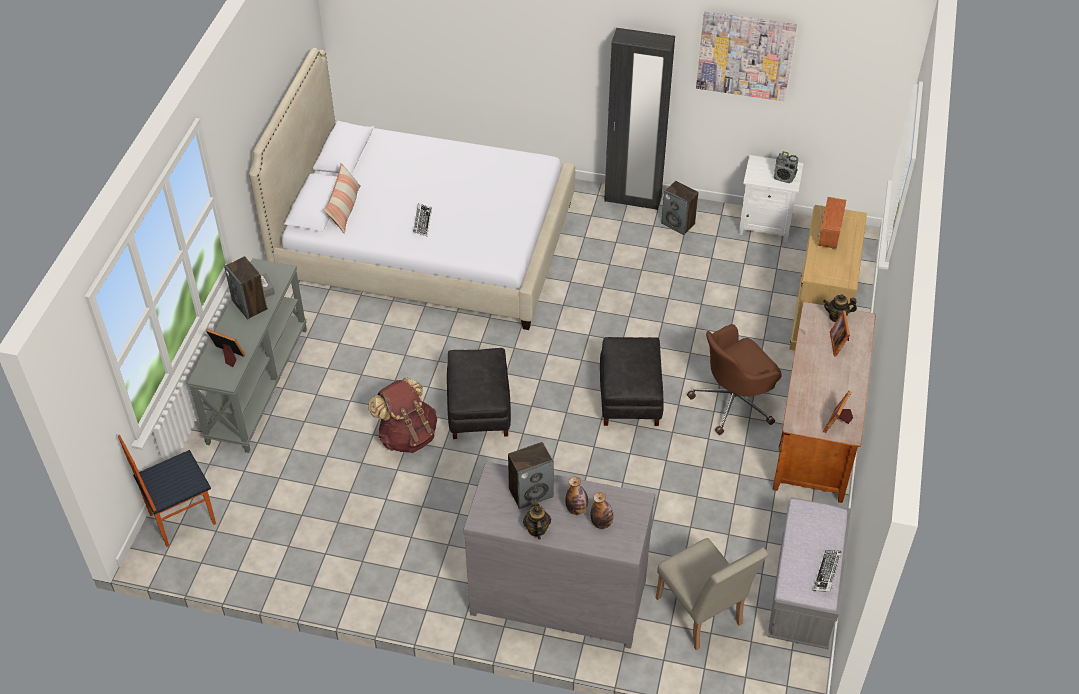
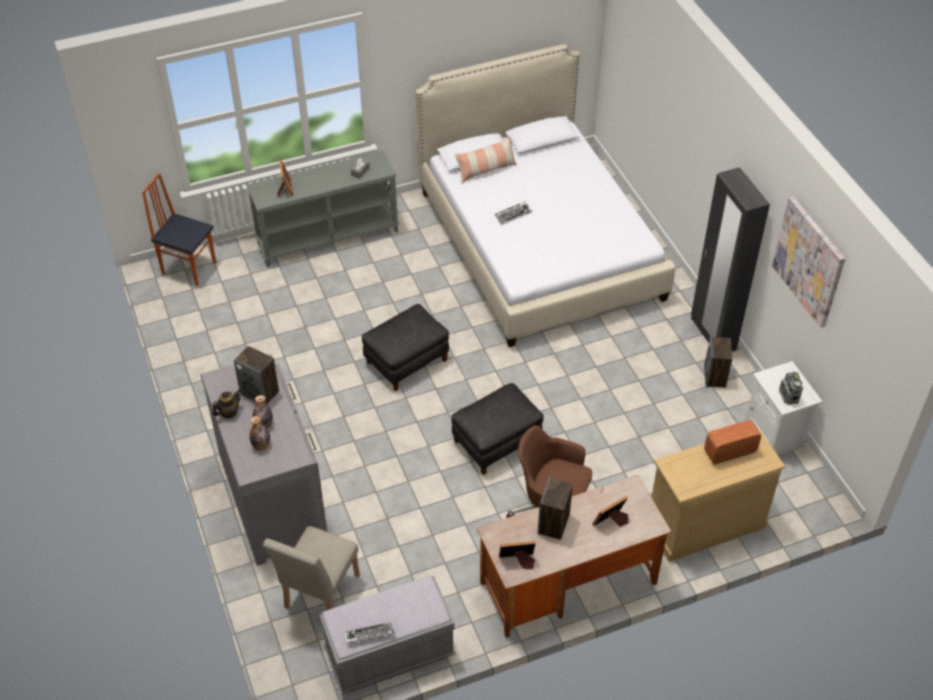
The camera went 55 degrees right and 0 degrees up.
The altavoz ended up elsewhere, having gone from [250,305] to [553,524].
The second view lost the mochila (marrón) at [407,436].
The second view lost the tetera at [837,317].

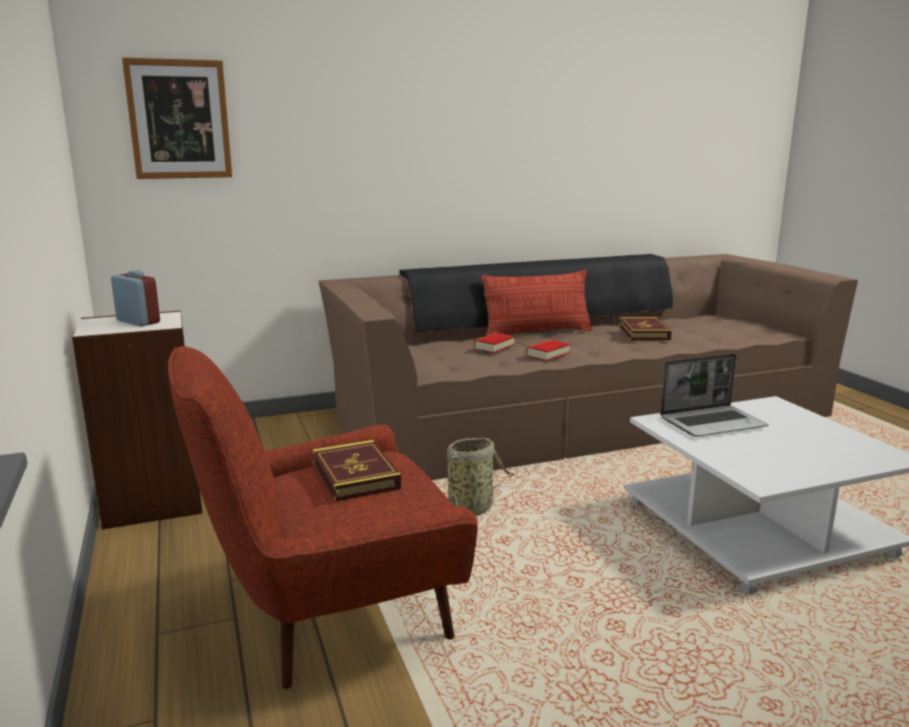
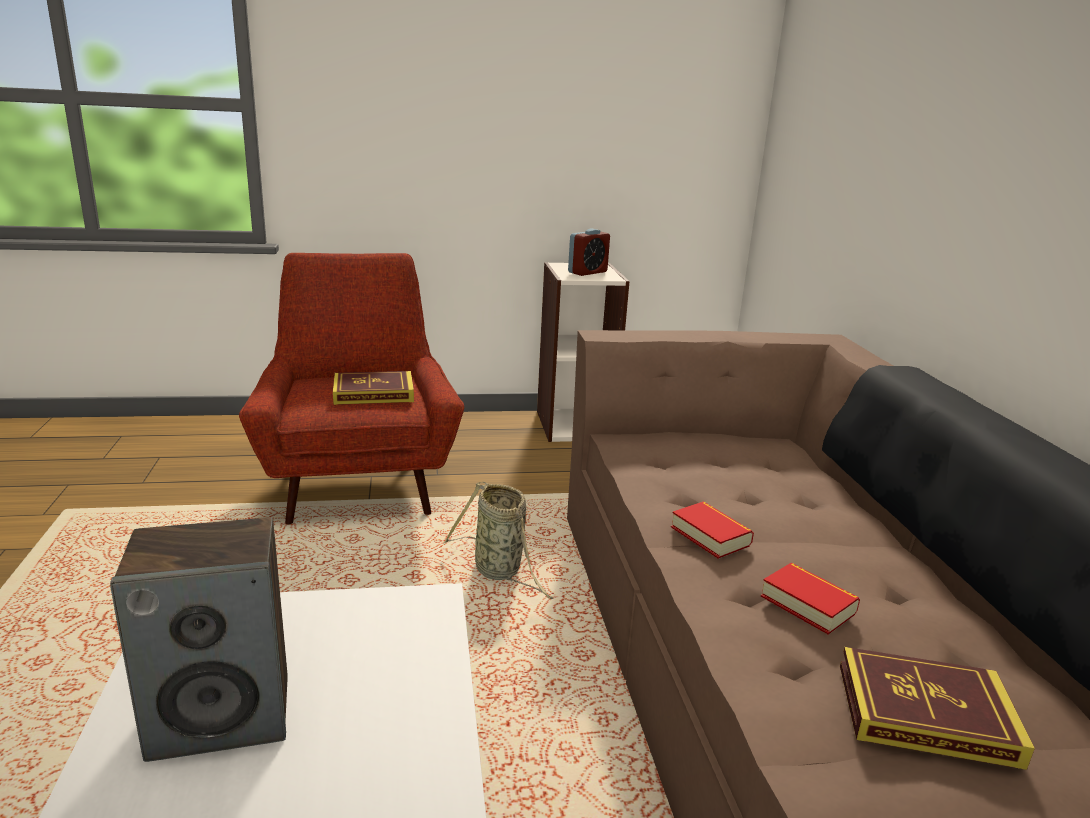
The camera went 100 degrees right and 5 degrees up.
The second view gained the altavoz at [222,716].
The libro ended up elsewhere, having gone from [494,347] to [808,604].
The second view lost the cuadro at [179,119].
The second view lost the cojín at [537,332].
The second view lost the portátil at [713,423].

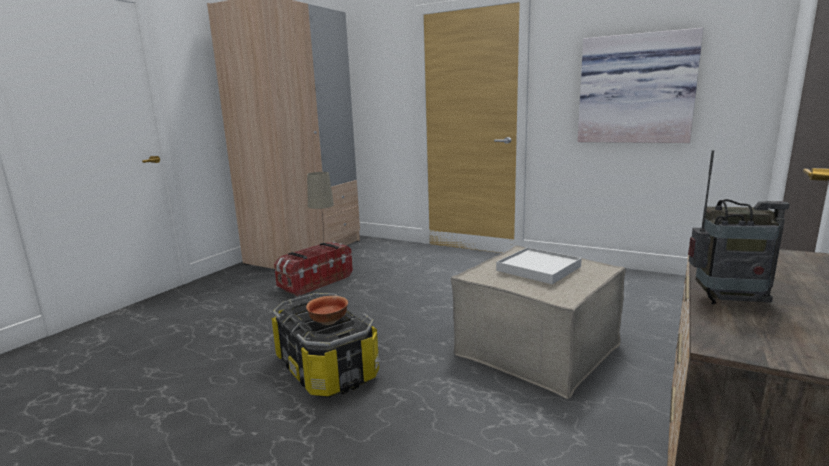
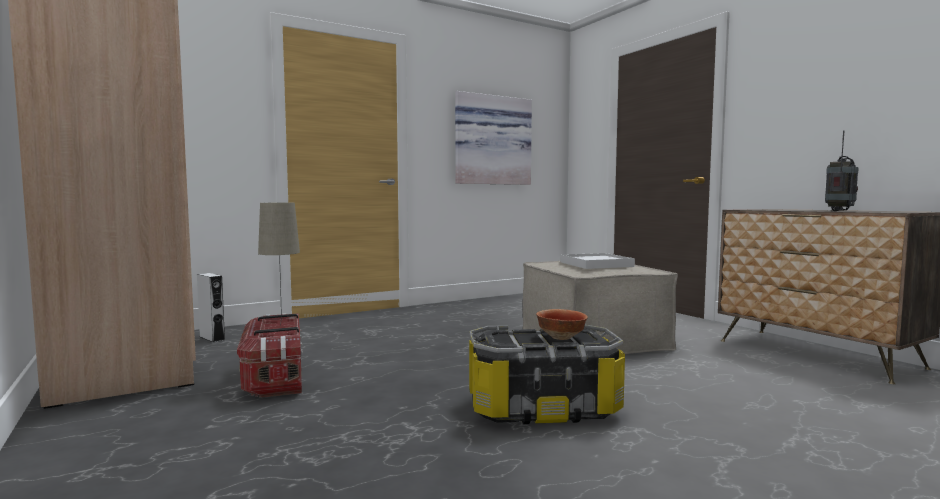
The camera went 60 degrees left and 10 degrees down.
The second view gained the altavoz (gris) at [212,338].

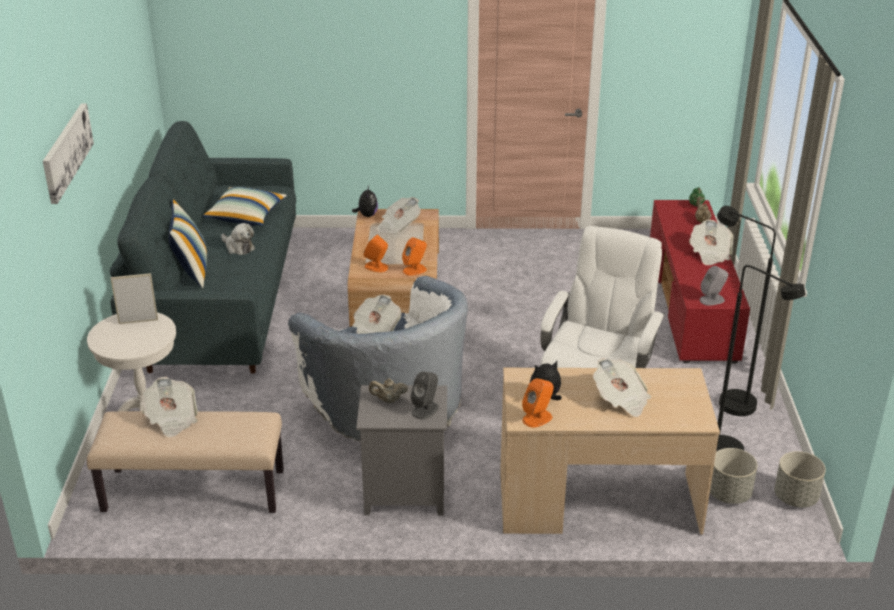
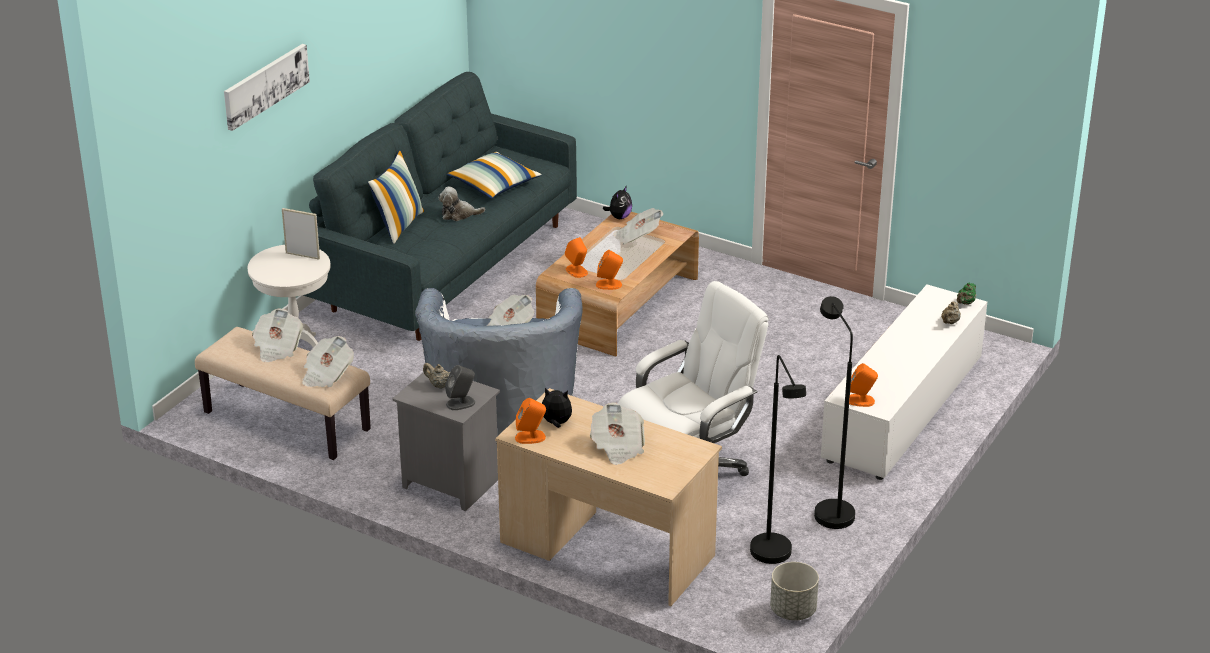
The camera went 30 degrees right and 0 degrees up.
The periódico ended up elsewhere, having gone from [710,254] to [326,375].
The peluche at [238,247] ended up facing another way, 105 degrees clockwise from before.
What was the mueble de televisión (rojo) at [692,304] turned into the mueble de televisión (blanco) at [903,410].
What was the altavoz (gris) at [712,300] turned into the altavoz (naranja) at [860,400].
The second view lost the maceta (gris) at [729,494].

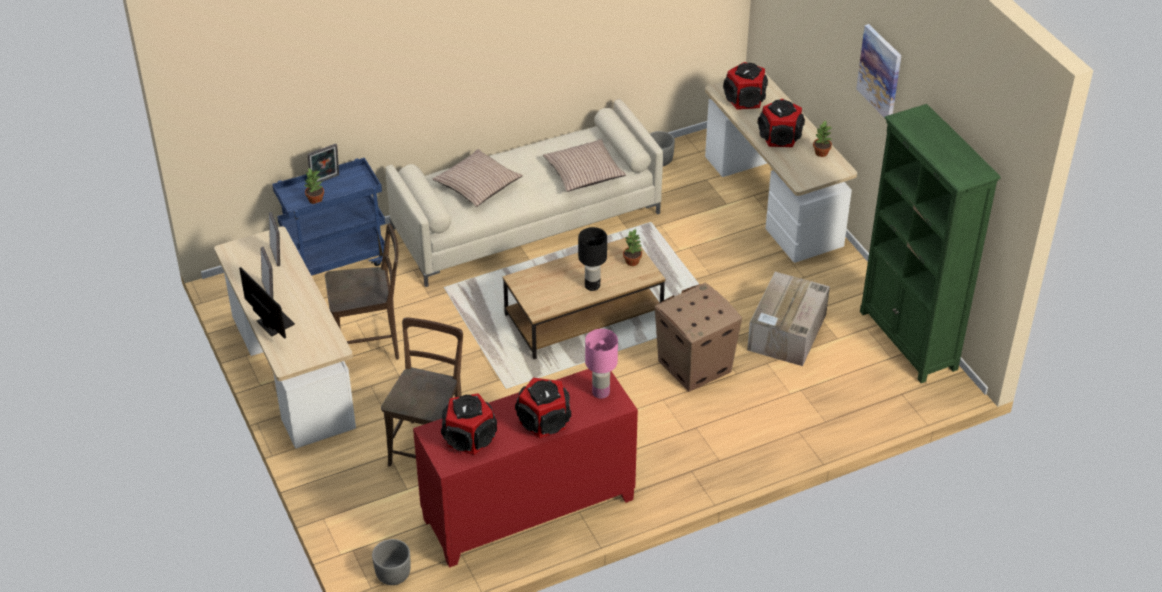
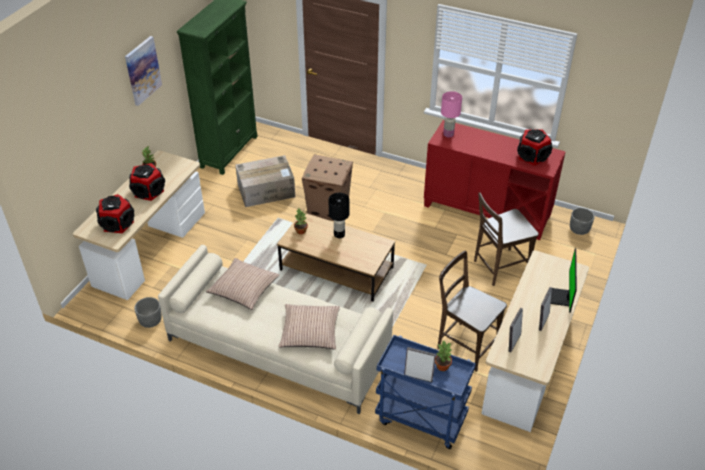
The camera went 130 degrees left and 0 degrees up.
The second view lost the altavoz at [544,420].

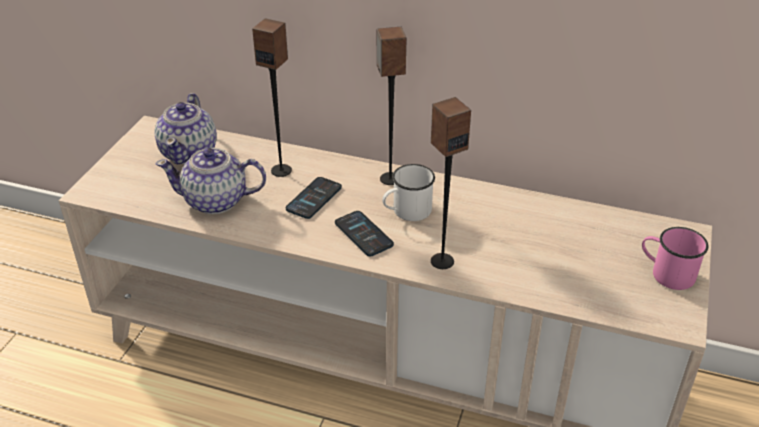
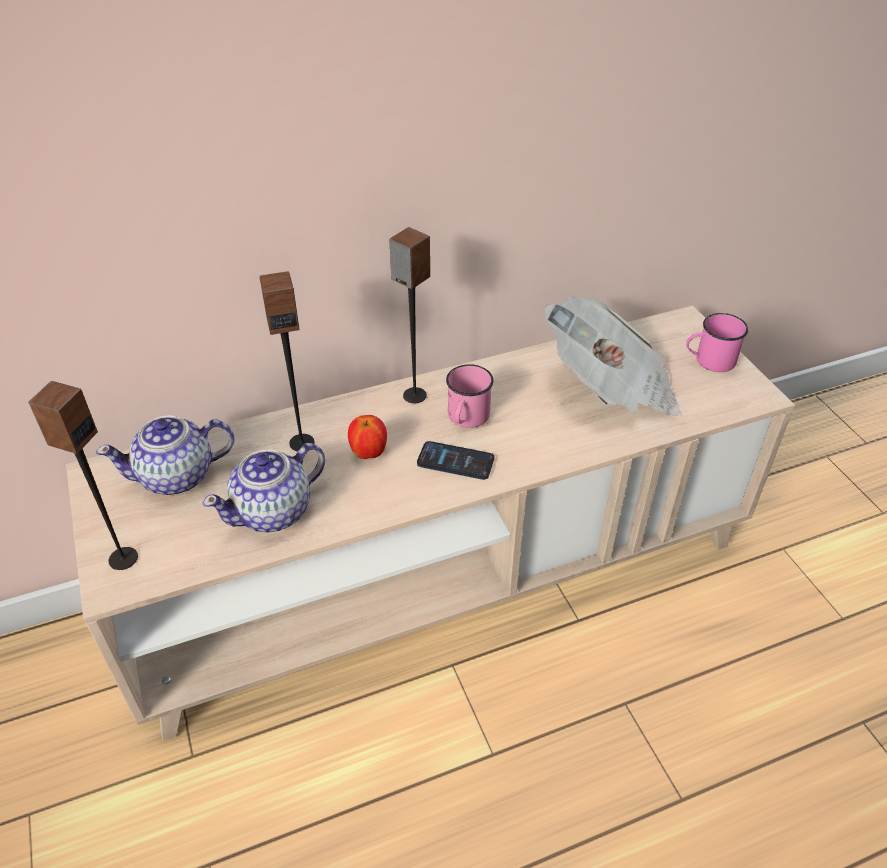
The camera went 40 degrees left and 5 degrees up.
The altavoz ended up elsewhere, having gone from [442,261] to [122,558].
The tetera at [190,152] ended up facing another way, 105 degrees clockwise from before.
Where the móvil stood at [314,198], the manzana came to stand at [368,453].
What was the taza grande (blanco) at [406,212] turned into the taza grande (rosa) at [466,419].
The second view gained the periódico at [610,387].

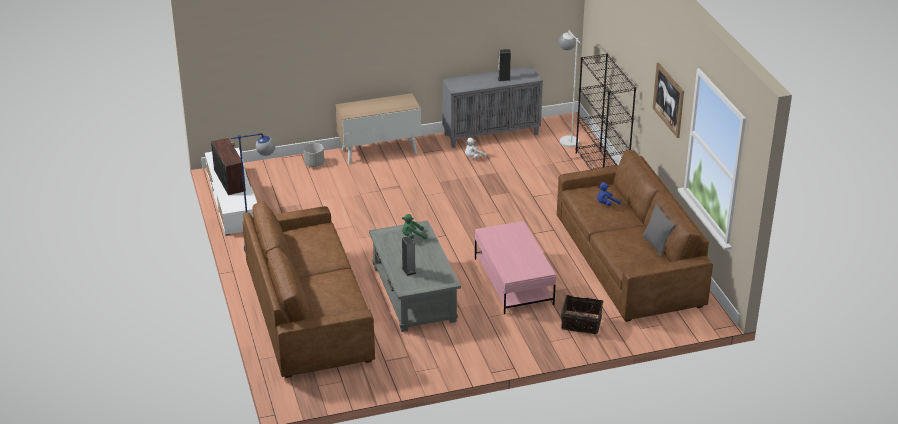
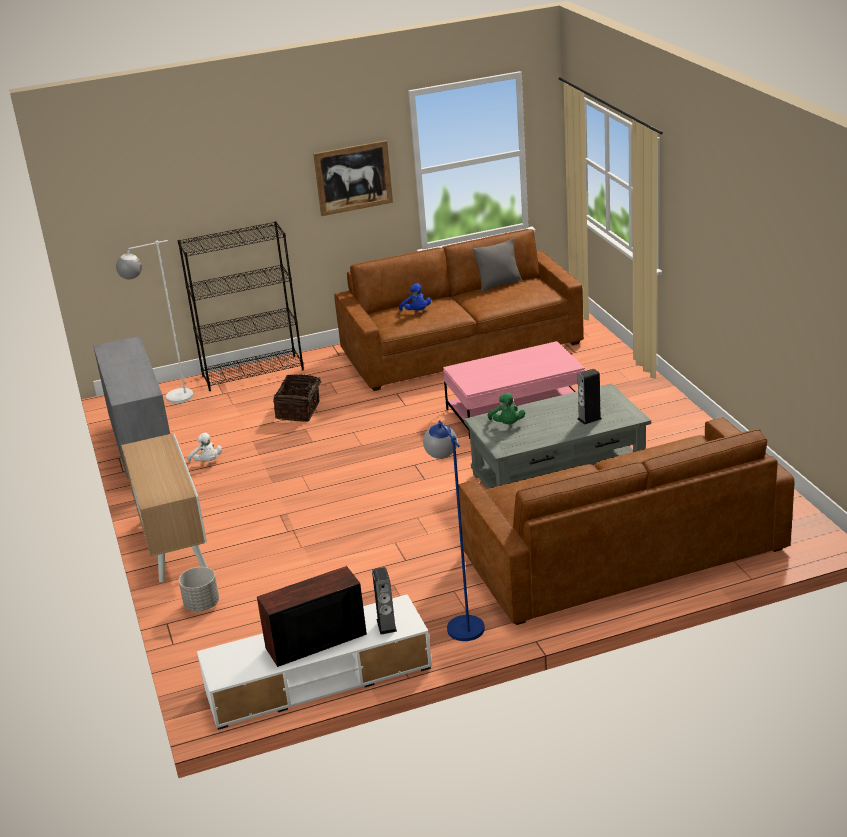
The camera went 90 degrees left and 5 degrees down.
The cesta ended up elsewhere, having gone from [581,324] to [300,410].
The altavoz ended up elsewhere, having gone from [504,79] to [386,625].

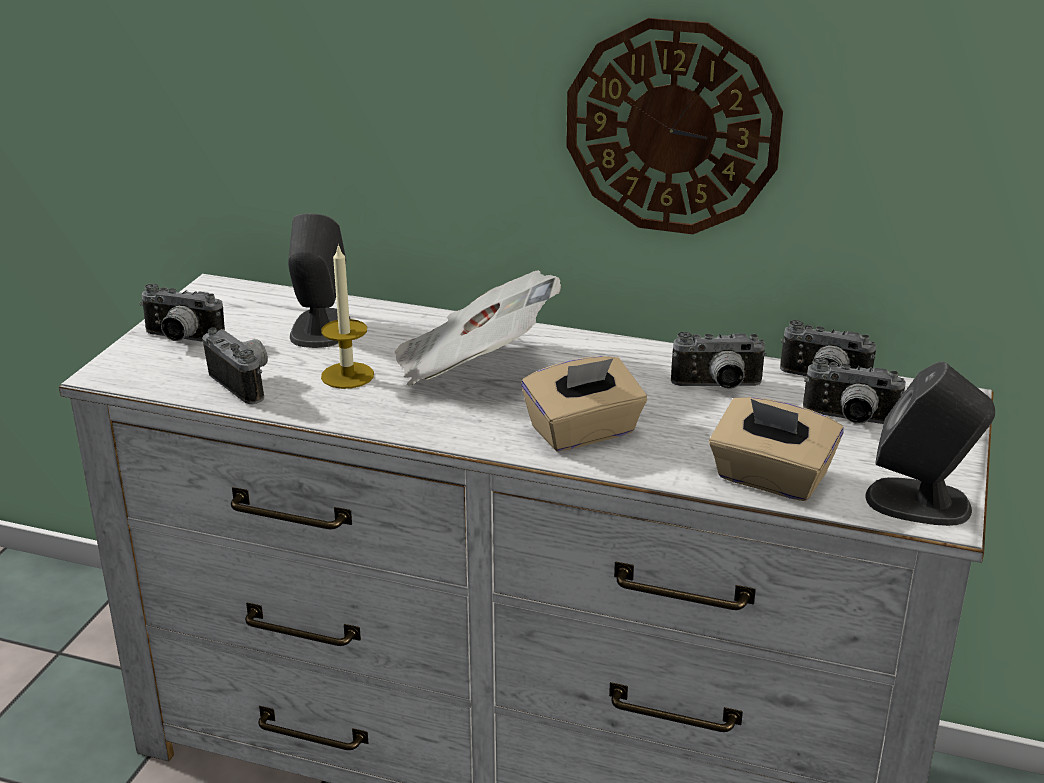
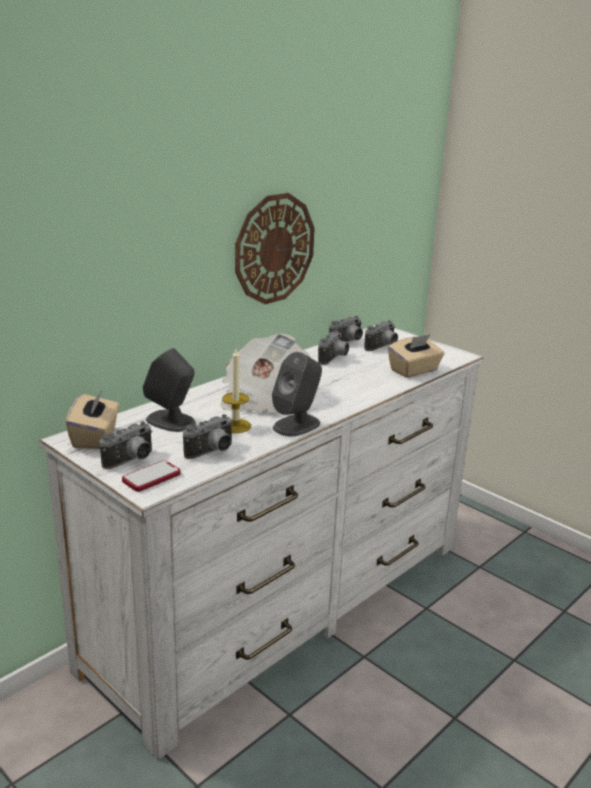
The camera went 65 degrees left and 5 degrees down.
The caja de pañuelos (beis) ended up elsewhere, having gone from [583,432] to [95,437].
The second view gained the móvil at [151,477].
The cámara at [245,383] ended up facing another way, 150 degrees clockwise from before.
The altavoz (gris) ended up elsewhere, having gone from [920,503] to [297,425].

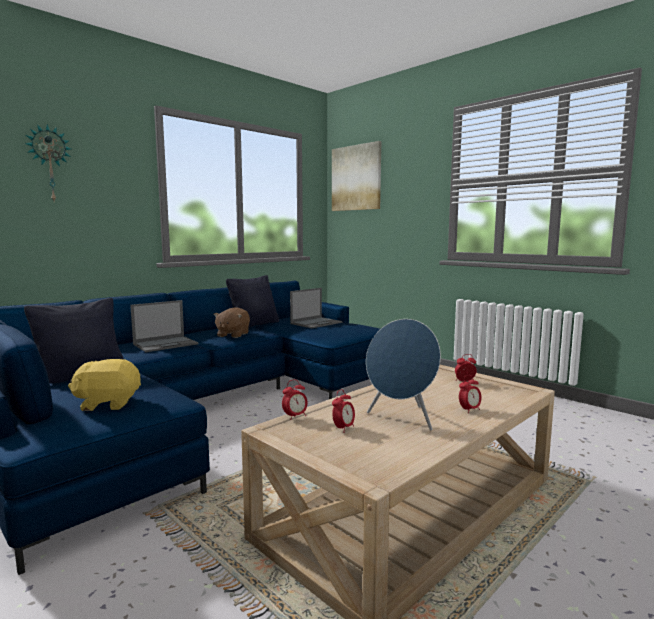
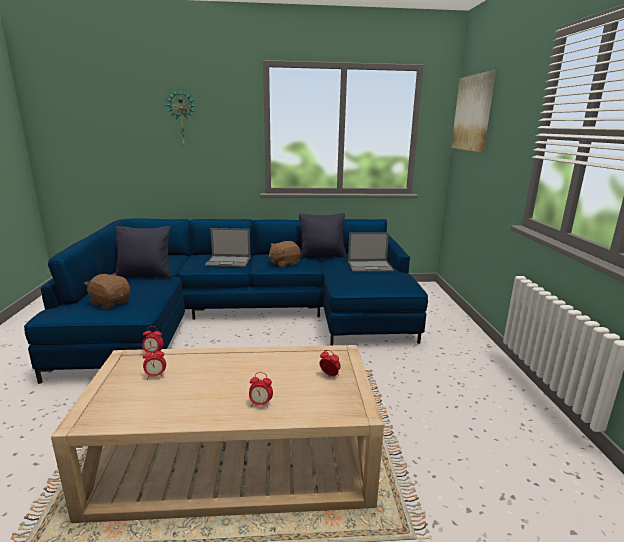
The camera went 40 degrees right and 10 degrees up.
What was the peluche (amarillo) at [108,403] turned into the peluche (marrón) at [111,302].
The second view lost the altavoz (azul) at [402,419].

